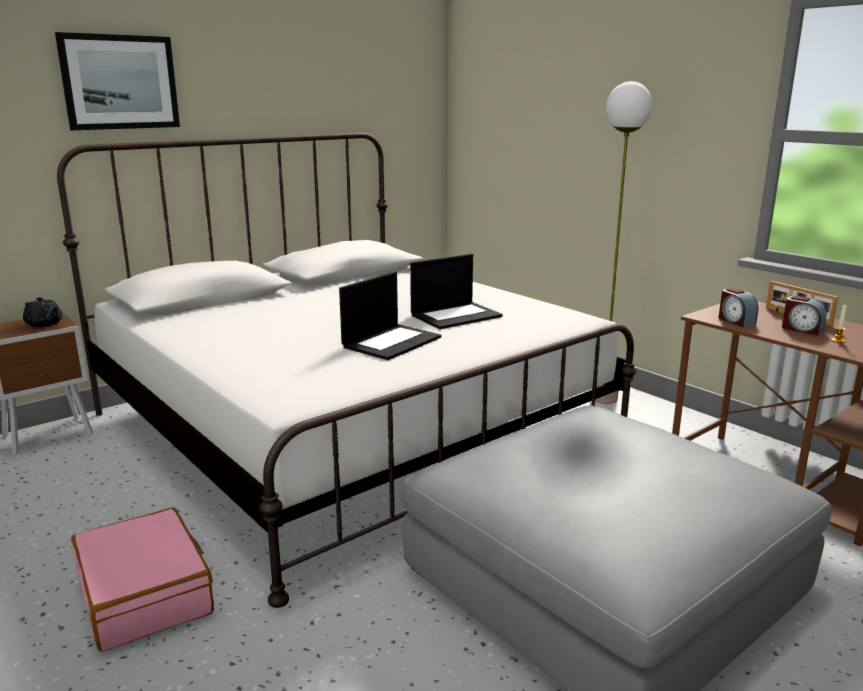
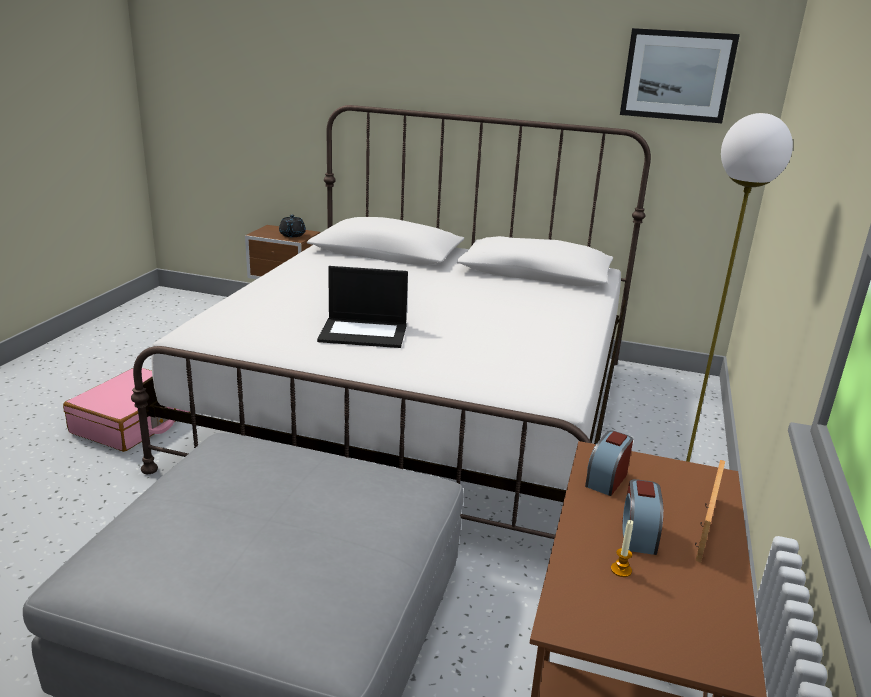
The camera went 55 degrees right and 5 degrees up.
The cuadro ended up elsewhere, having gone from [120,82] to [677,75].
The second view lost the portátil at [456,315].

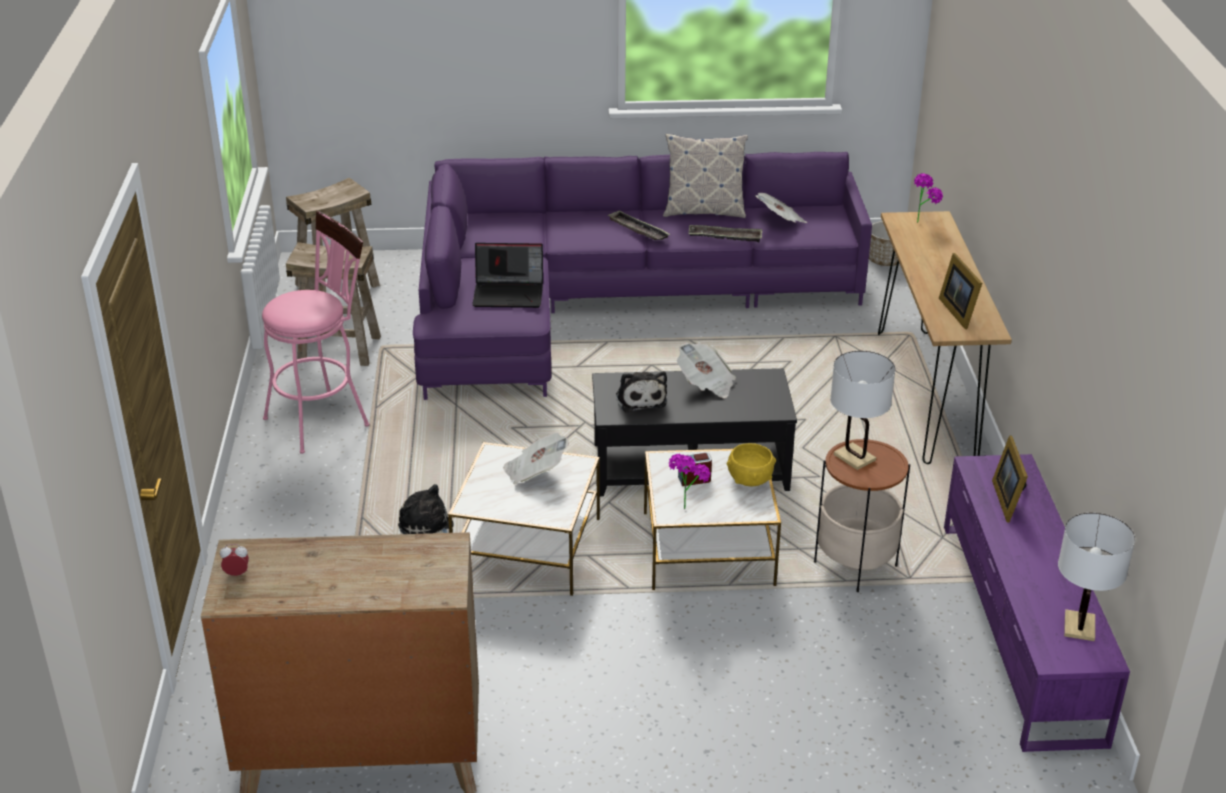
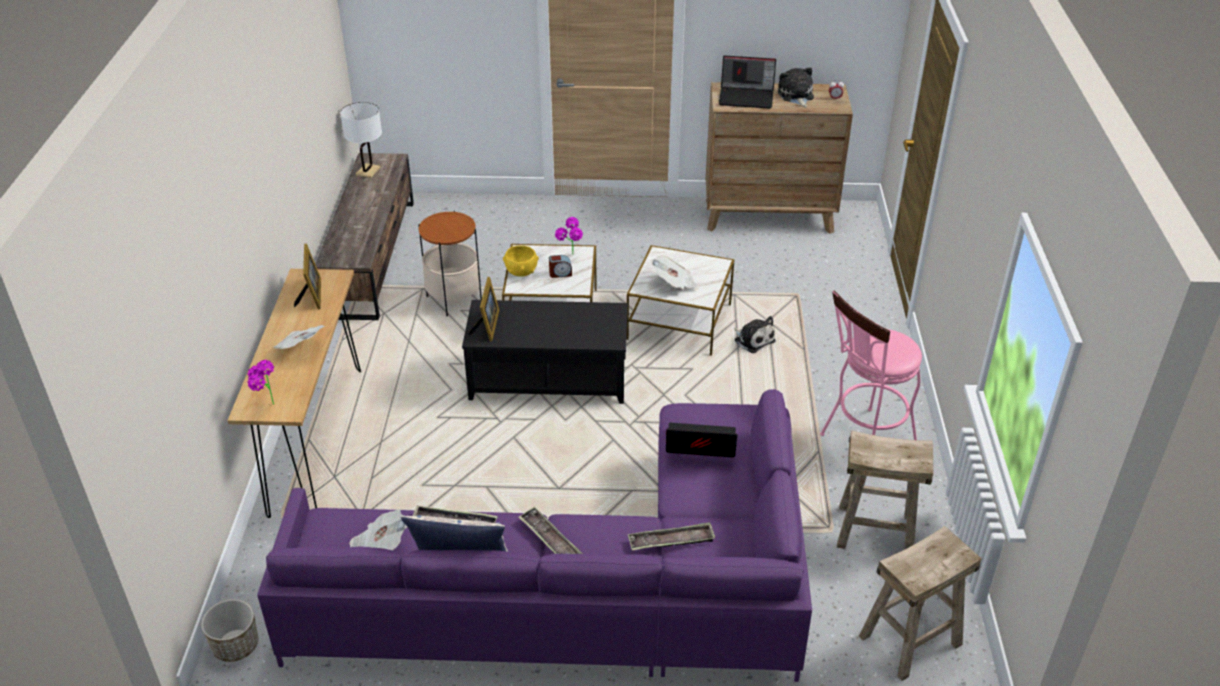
The camera went 175 degrees left and 5 degrees up.
The periódico ended up elsewhere, having gone from [706,384] to [300,348].
What was the mueble de televisión (morado) at [1020,630] turned into the mueble de televisión (marrón) at [372,257].
The portarretratos ended up elsewhere, having gone from [1009,499] to [487,326].
The second view gained the bandeja at [671,541].
The second view gained the portátil at [747,97].
The peluche ended up elsewhere, having gone from [640,399] to [796,96].
The second view lost the lámpara de mesa (blanco) at [854,457].

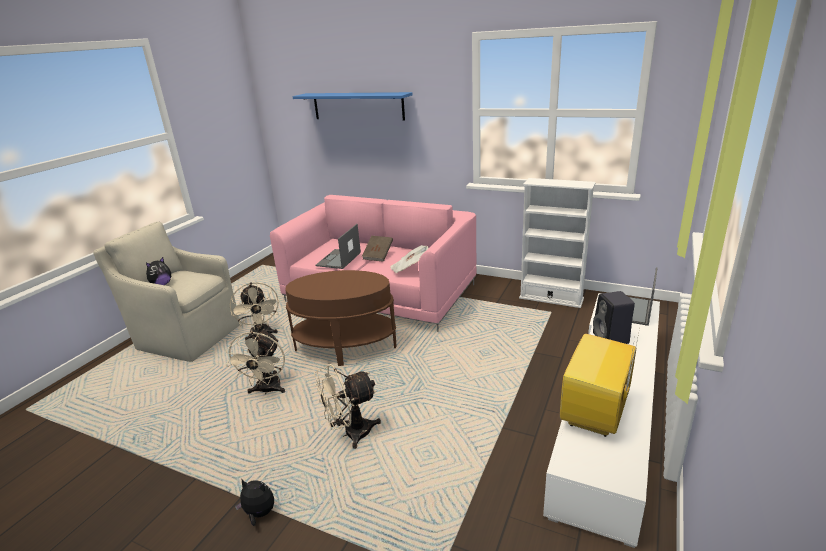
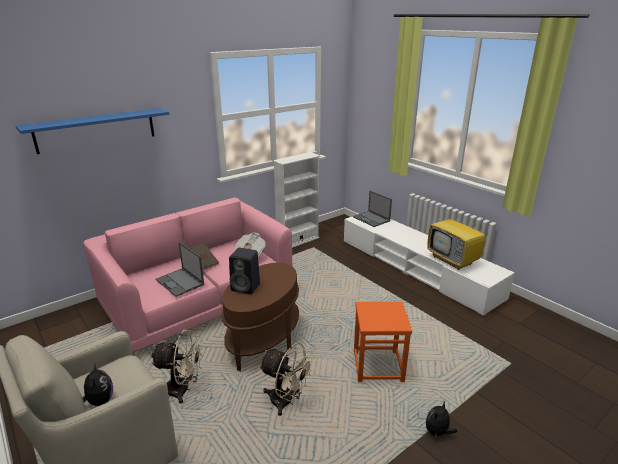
The camera went 65 degrees left and 0 degrees up.
The altavoz (negro) ended up elsewhere, having gone from [611,339] to [246,287].
Where the ventilador (beis) stood at [350,434], the taburete (naranja) came to stand at [378,366].

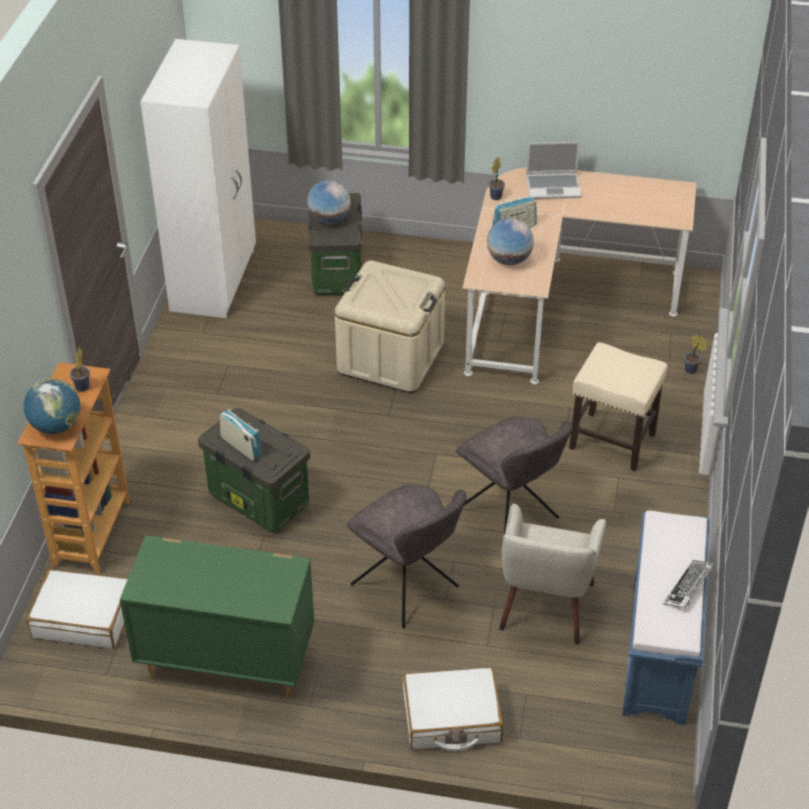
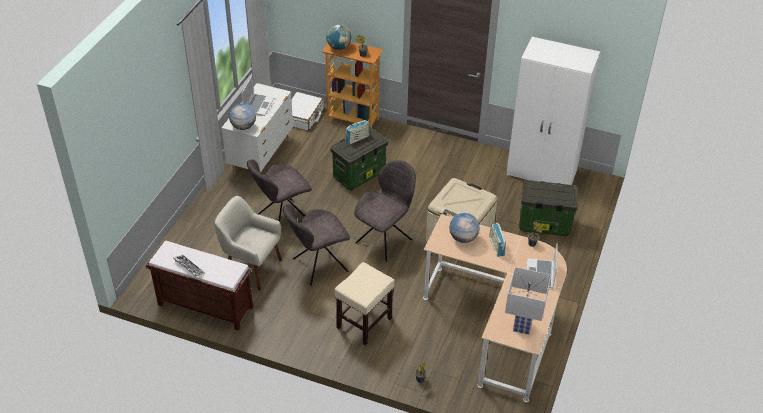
The camera went 100 degrees right and 0 degrees up.
What was the banco (azul) at [659,653] turned into the banco (marrón) at [204,306].
What was the cómoda (verde) at [226,661] turned into the cómoda (blanco) at [261,156].
The globo terráqueo ended up elsewhere, having gone from [329,219] to [243,127].
The second view gained the portátil at [258,105].
The second view gained the silla (gris) at [385,240].
The second view gained the lámpara de mesa (blanco) at [522,327].
The second view lost the maleta (blanco) at [451,718].

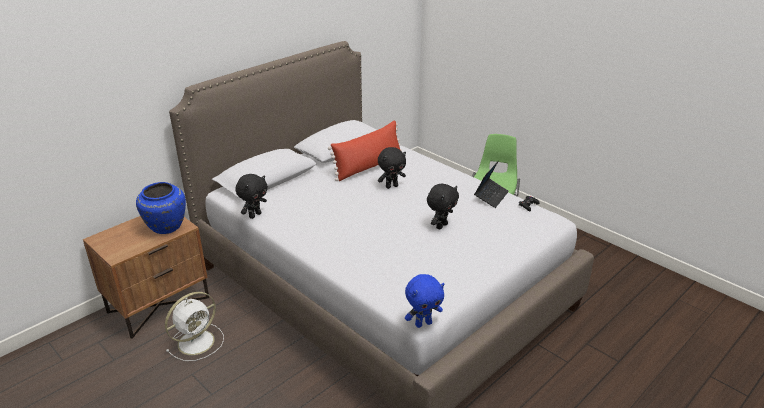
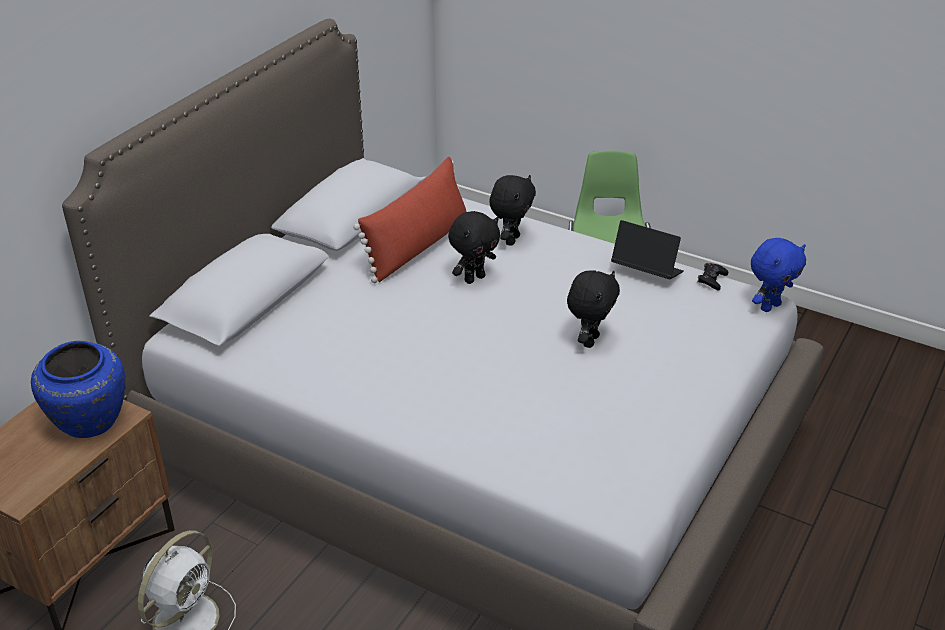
The camera went 15 degrees left and 5 degrees up.
The peluche (negro) ended up elsewhere, having gone from [254,215] to [511,240].
The portátil at [491,196] ended up facing another way, 75 degrees counterclockwise from before.
The peluche (azul) ended up elsewhere, having gone from [423,323] to [769,306].

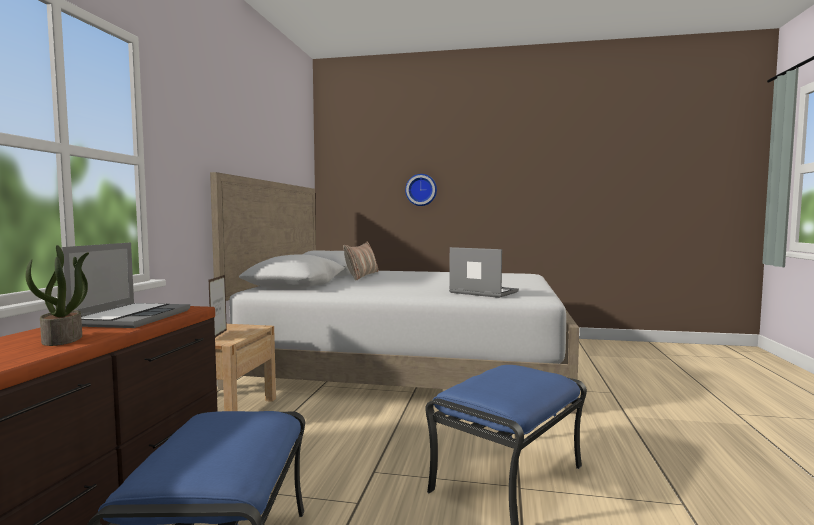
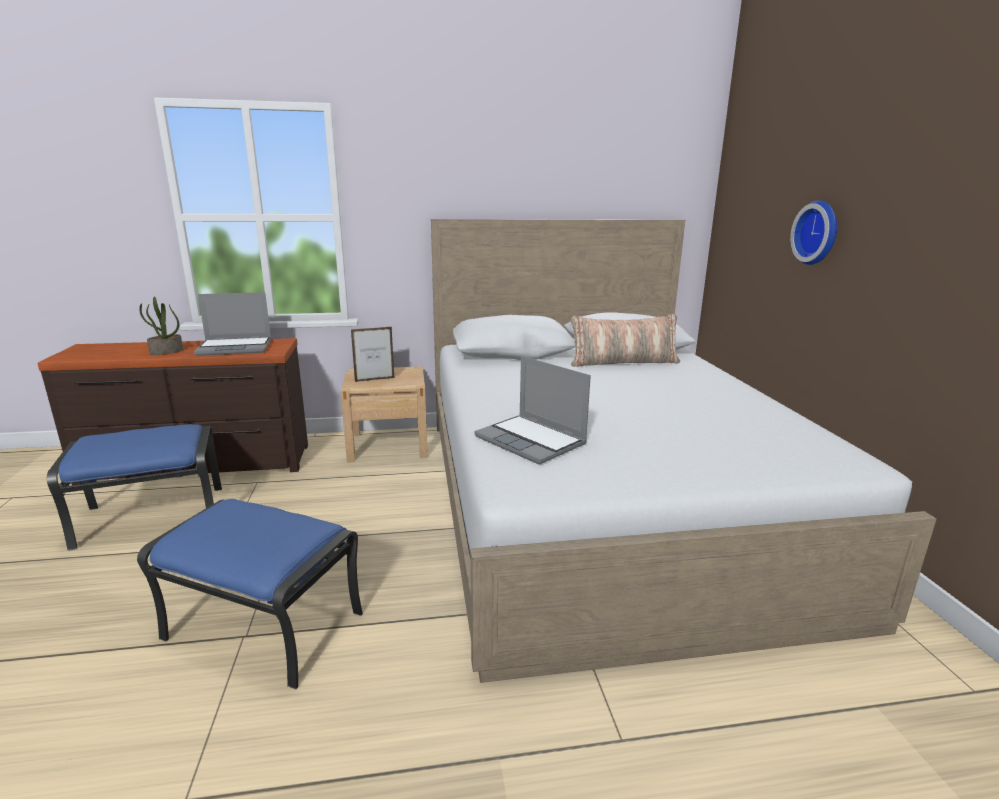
The camera went 70 degrees right and 15 degrees up.
The portátil at [482,292] ended up facing another way, 120 degrees clockwise from before.

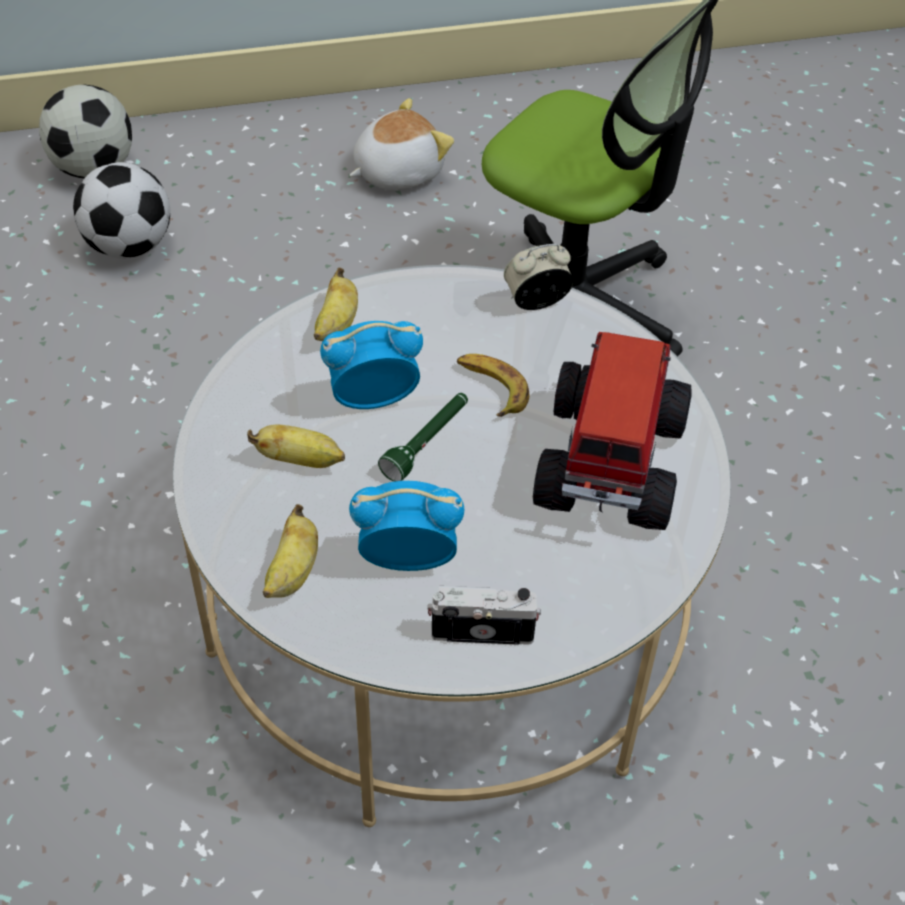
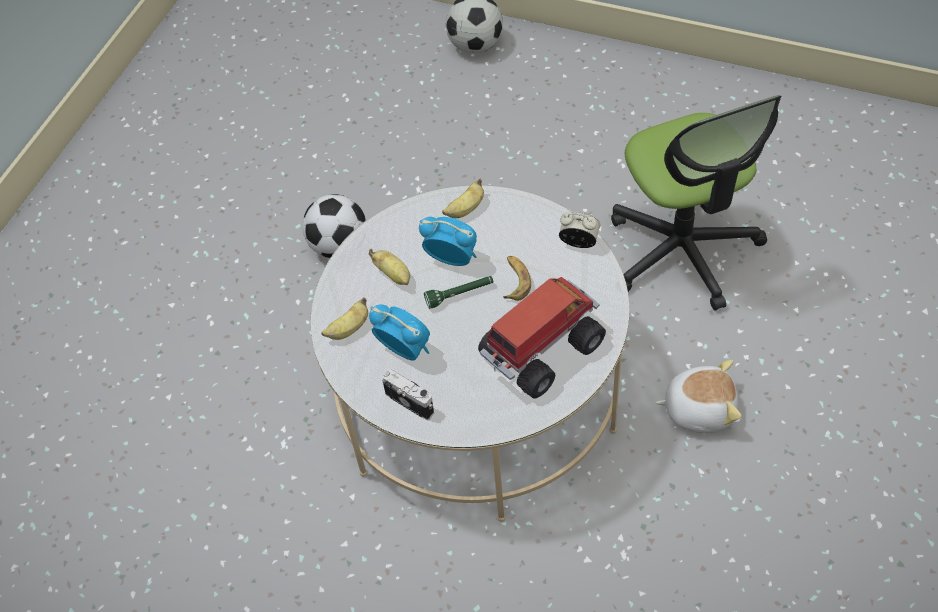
The camera went 40 degrees right and 5 degrees up.
The balón de fútbol ended up elsewhere, having gone from [129,247] to [339,246].
The peluche ended up elsewhere, having gone from [397,171] to [699,408].

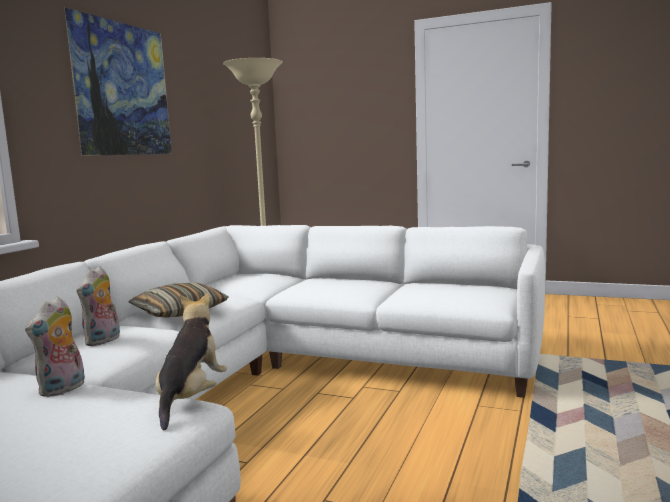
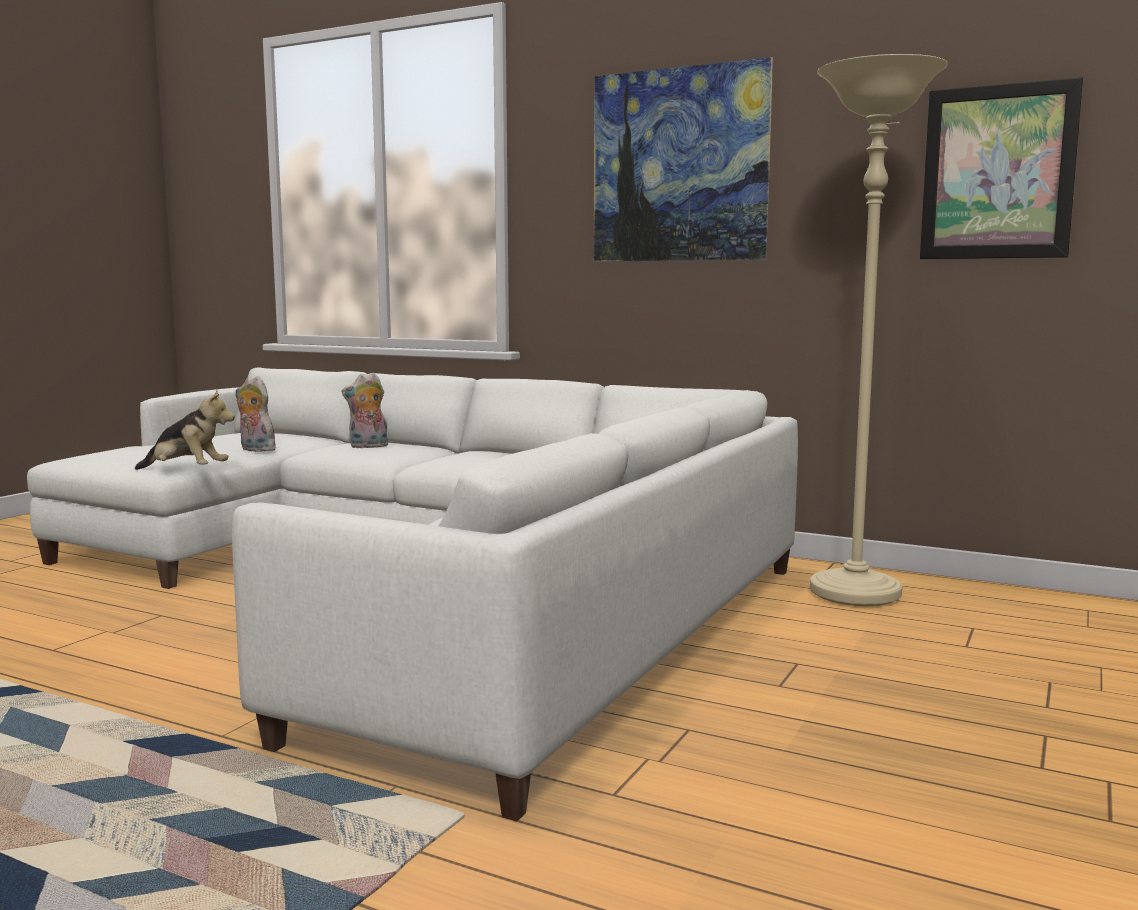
The camera went 95 degrees right and 0 degrees up.
The peluche at [103,341] ended up facing another way, 45 degrees counterclockwise from before.
The second view gained the cuadro at [998,172].
The second view lost the cojín at [179,312].

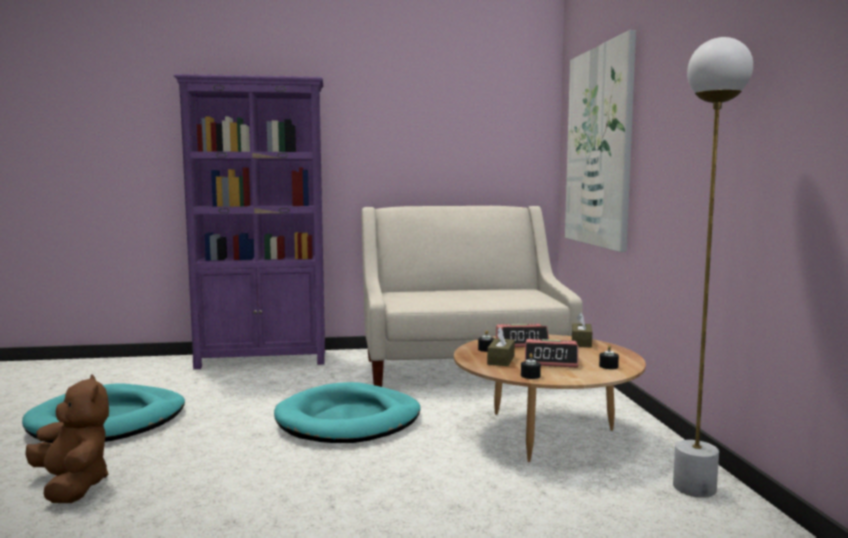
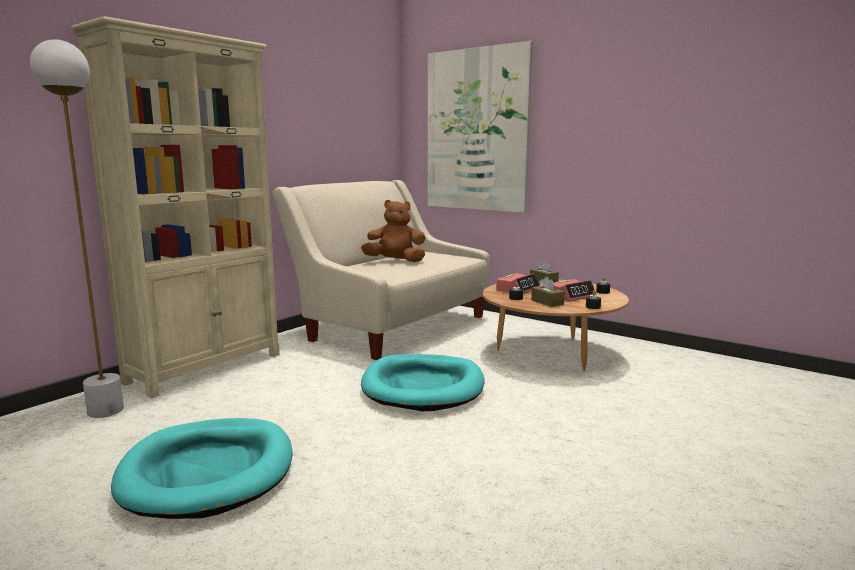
The camera went 45 degrees left and 5 degrees up.
The lámpara de pie (blanco) ended up elsewhere, having gone from [694,488] to [105,411].
What was the estantería (morado) at [263,360] turned into the estantería (beis) at [206,368].
The peluche (marrón) ended up elsewhere, having gone from [72,486] to [395,261].

